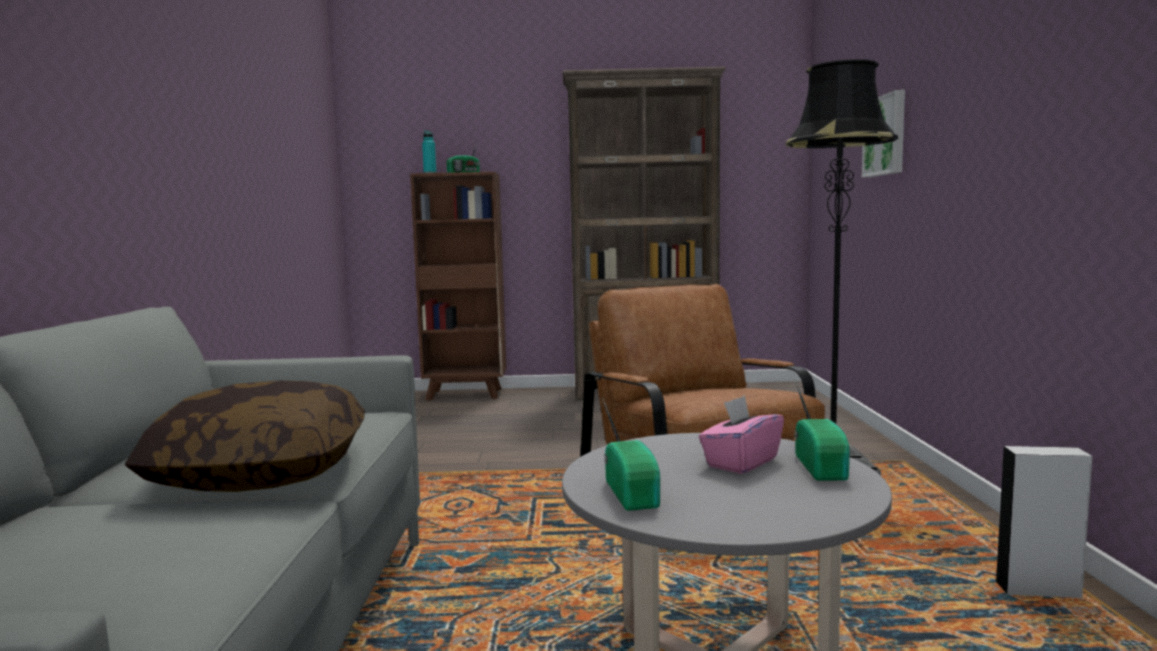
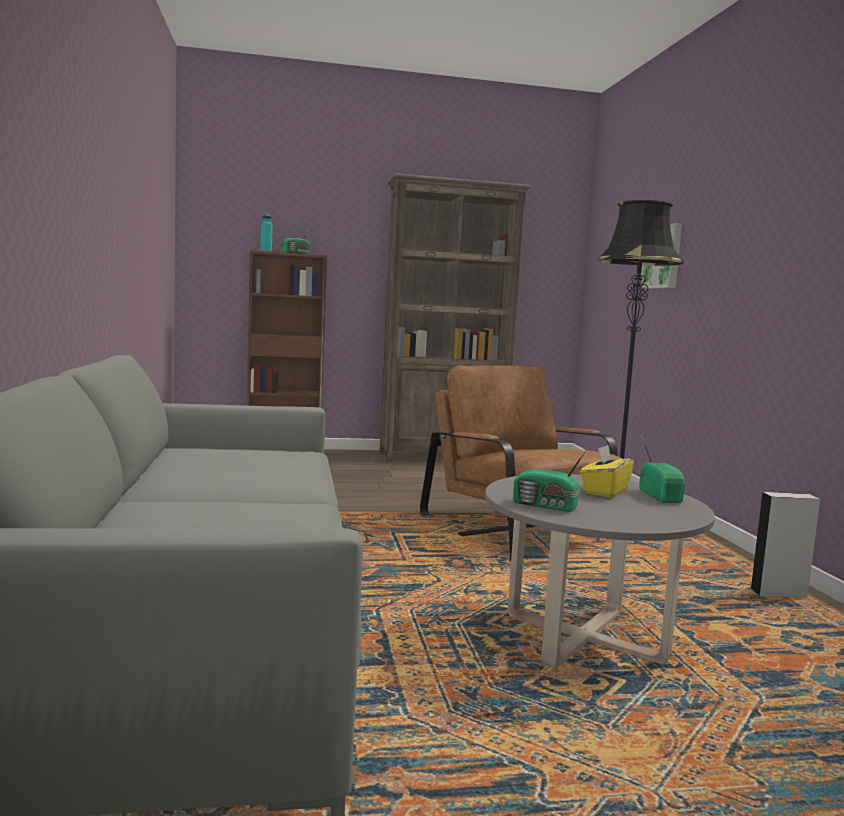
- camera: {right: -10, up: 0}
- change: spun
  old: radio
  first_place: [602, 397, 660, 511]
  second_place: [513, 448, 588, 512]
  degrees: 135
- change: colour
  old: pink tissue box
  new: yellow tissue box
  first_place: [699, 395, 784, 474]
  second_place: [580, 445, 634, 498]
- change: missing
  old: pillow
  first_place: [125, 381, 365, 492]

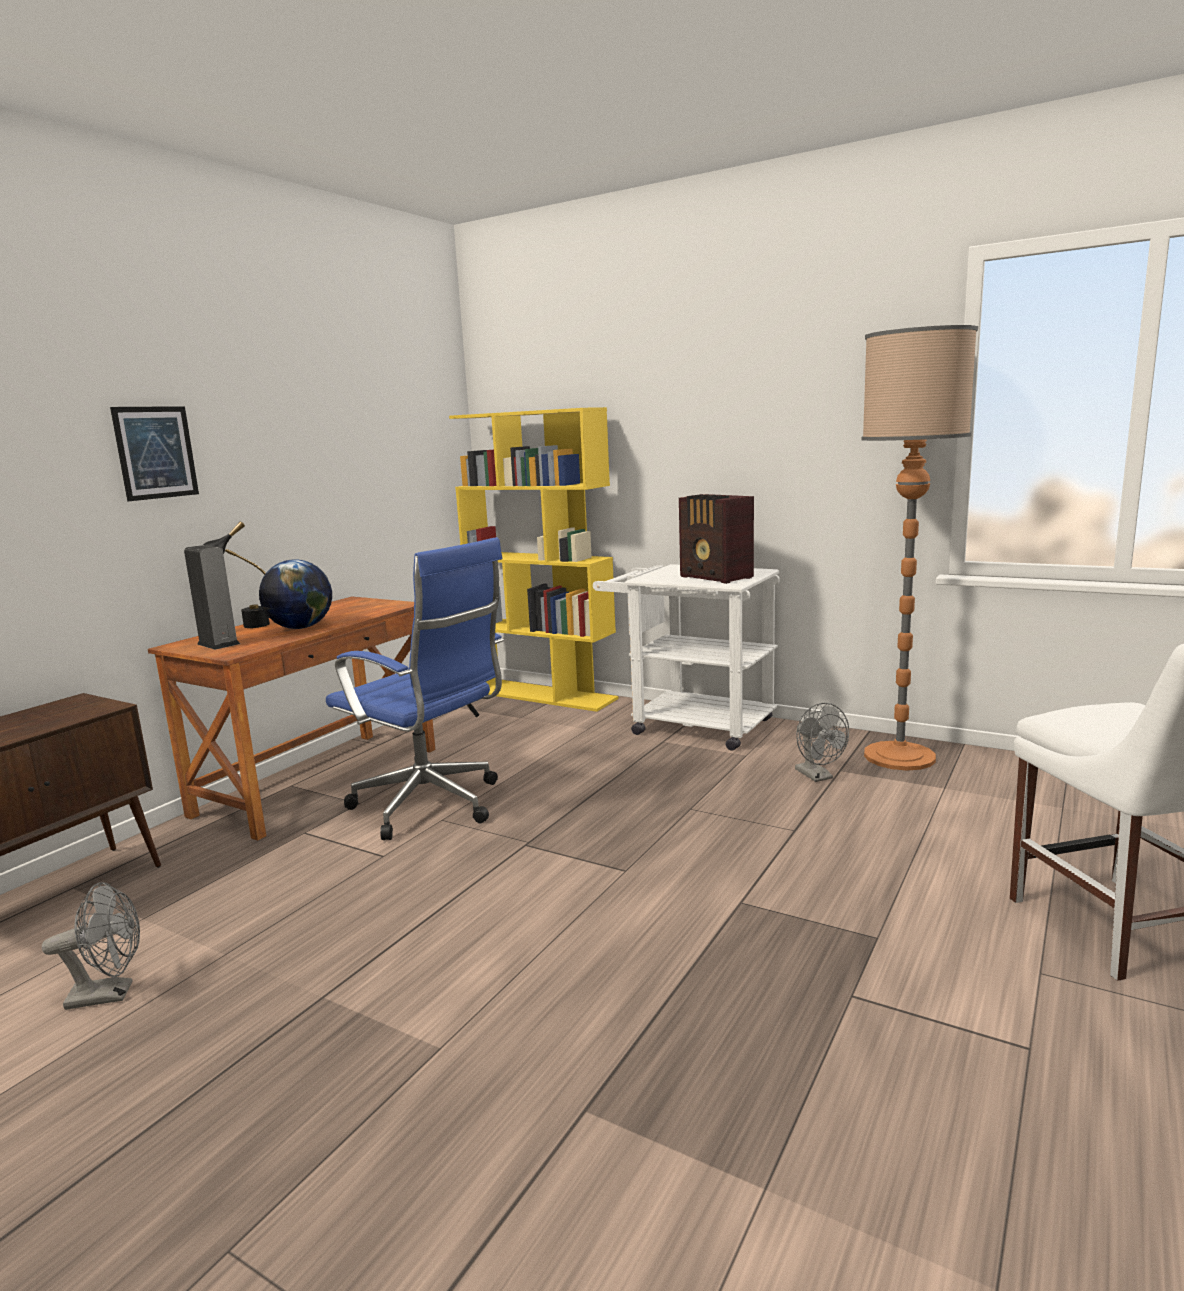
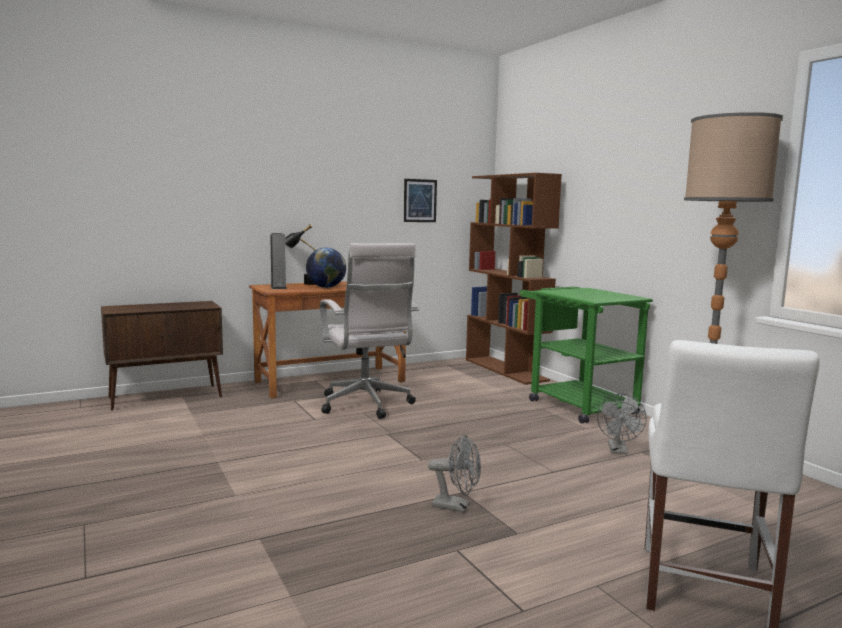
- camera: {right: 30, up: -5}
- change: colour
  old: blue office chair
  new: white office chair
  first_place: [326, 537, 504, 840]
  second_place: [320, 243, 419, 419]
- change: relocated
  old: picture
  first_place: [110, 406, 199, 501]
  second_place: [404, 179, 437, 222]
- change: relocated
  old: grey fan
  first_place: [42, 882, 140, 1010]
  second_place: [428, 434, 481, 512]
- change: colour
  old: yellow bookcase
  new: brown bookcase
  first_place: [449, 407, 618, 712]
  second_place: [466, 173, 562, 385]
- change: colour
  old: white cart
  new: green cart
  first_place: [593, 564, 780, 751]
  second_place: [520, 287, 653, 424]
- change: missing
  old: radio
  first_place: [679, 494, 754, 584]

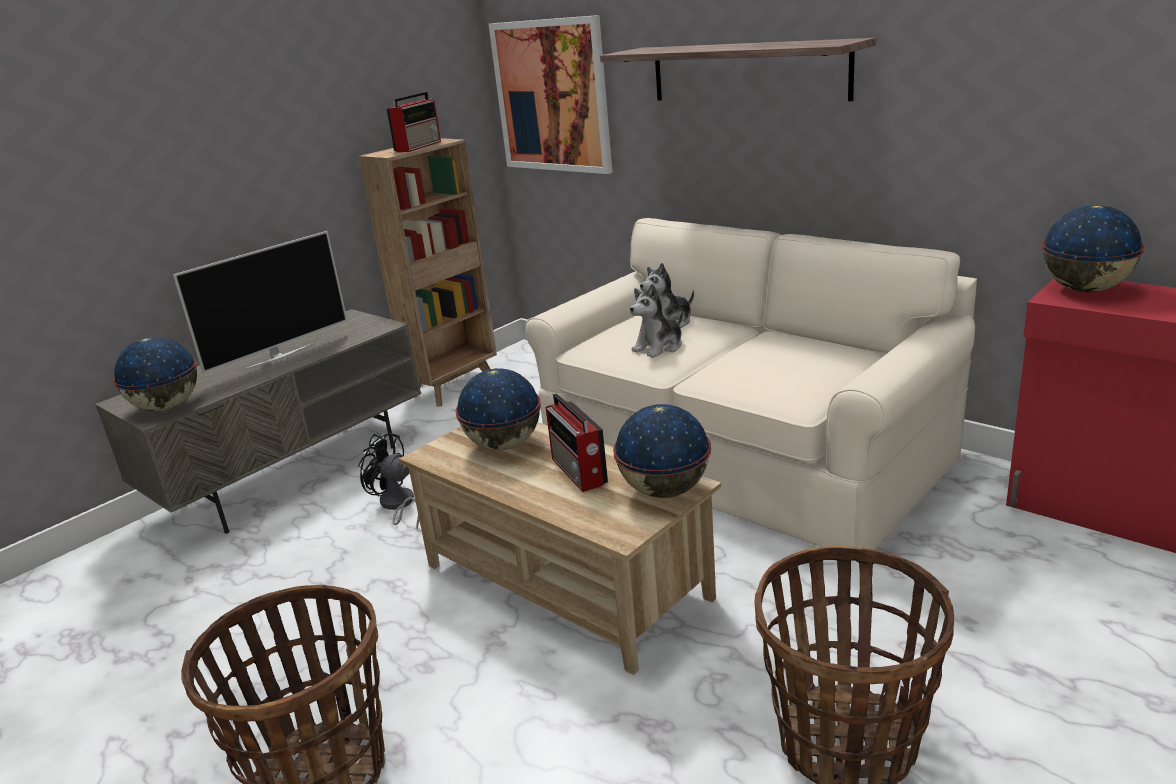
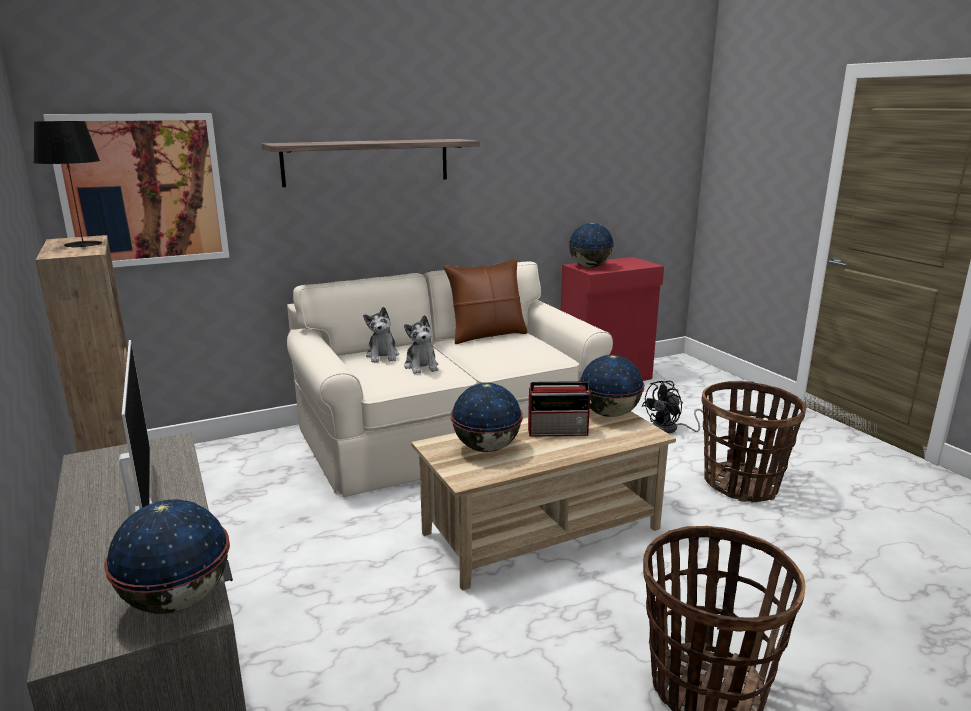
- camera: {right: -70, up: -5}
- change: exchanged
  old: radio
  new: black table lamp
  first_place: [387, 92, 441, 152]
  second_place: [33, 121, 102, 248]
- change: appeared
  new: brown pillow
  second_place: [443, 258, 528, 344]
- change: relocated
  old: black fan
  first_place: [358, 433, 419, 528]
  second_place: [642, 381, 705, 433]

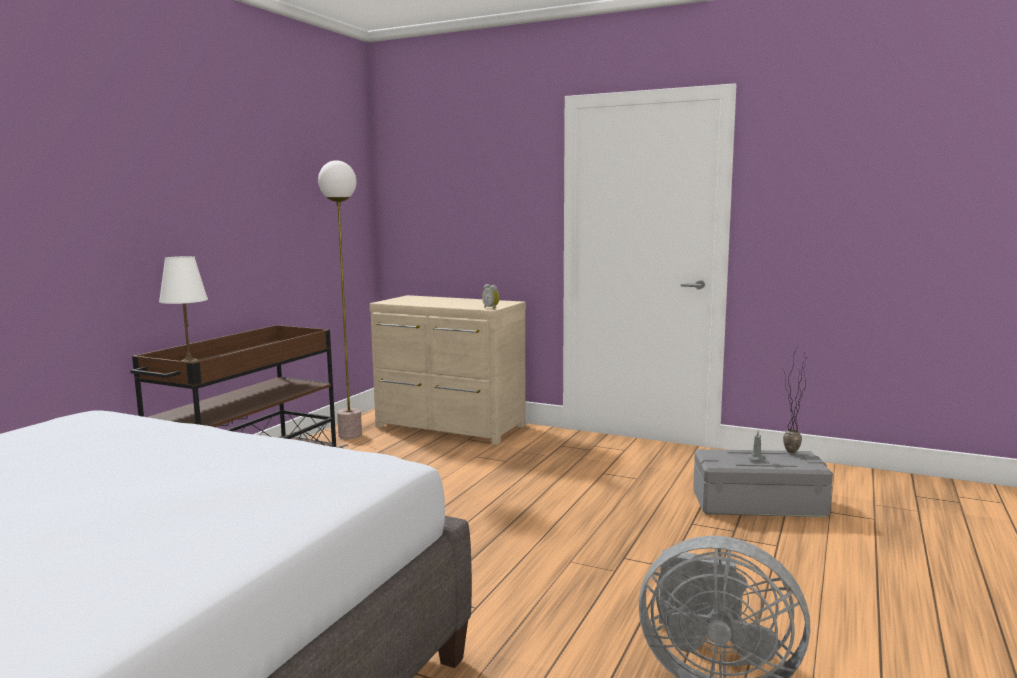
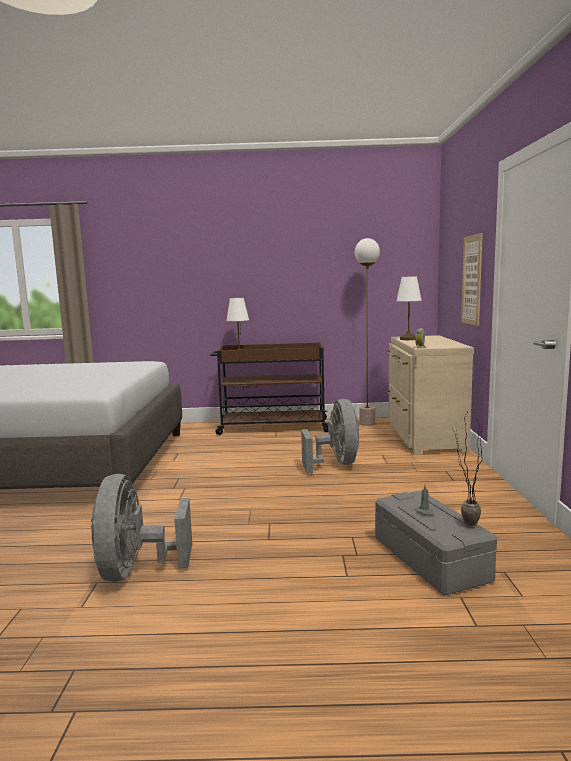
- camera: {right: 65, up: 0}
- change: appeared
  new: grey fan
  second_place: [301, 399, 359, 474]
- change: appeared
  new: white table lamp
  second_place: [396, 276, 422, 340]
- change: appeared
  new: picture
  second_place: [461, 233, 483, 326]

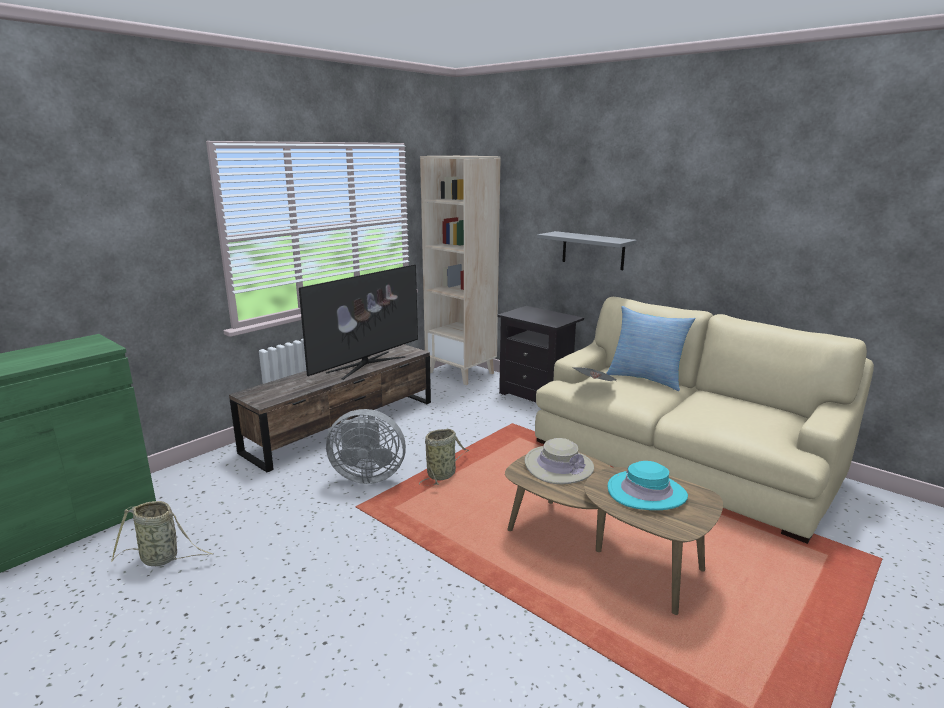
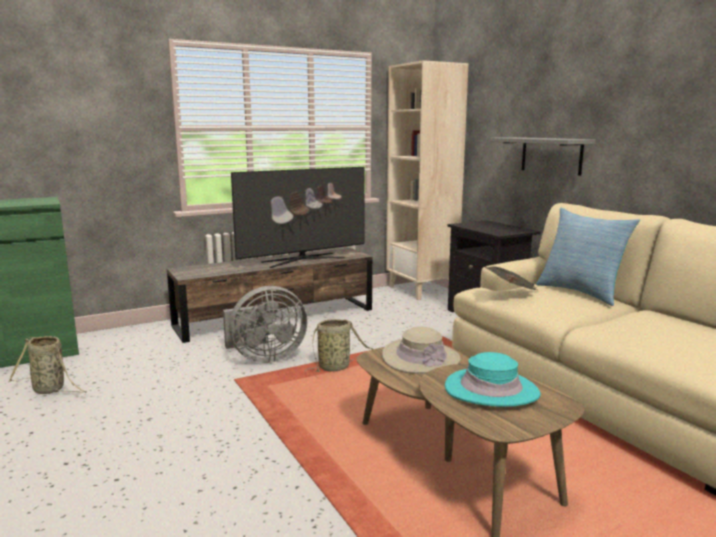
- camera: {right: 20, up: -5}
- change: spun
  old: grey fan
  first_place: [326, 409, 406, 484]
  second_place: [223, 286, 307, 363]
  degrees: -45

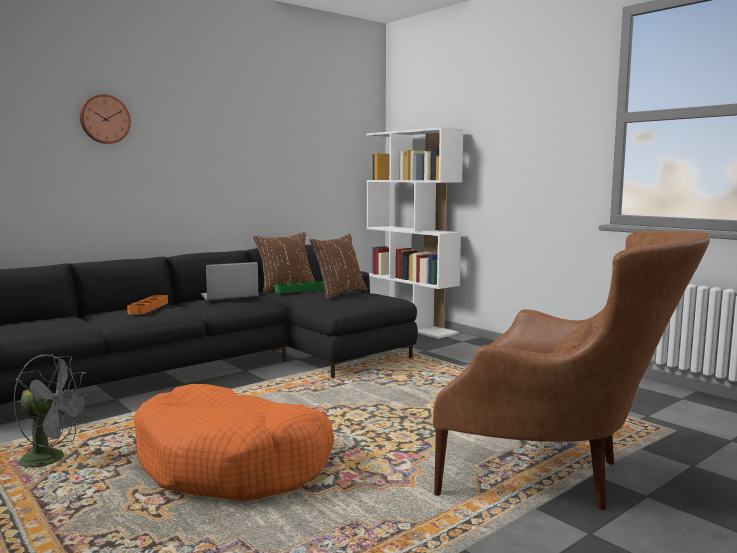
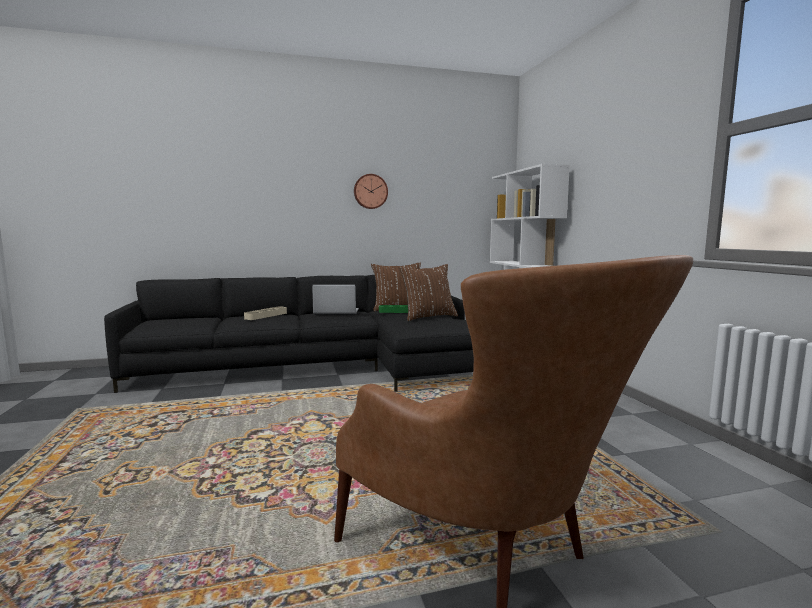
- camera: {right: 25, up: 0}
- change: colour
  old: orange tray
  new: beige tray
  first_place: [127, 295, 168, 315]
  second_place: [244, 306, 287, 320]
- change: relocated
  old: wall clock
  first_place: [80, 94, 131, 144]
  second_place: [354, 174, 388, 209]
- change: missing
  old: grey fan
  first_place: [13, 354, 91, 469]
- change: missing
  old: orange dog bed
  first_place: [134, 384, 334, 501]

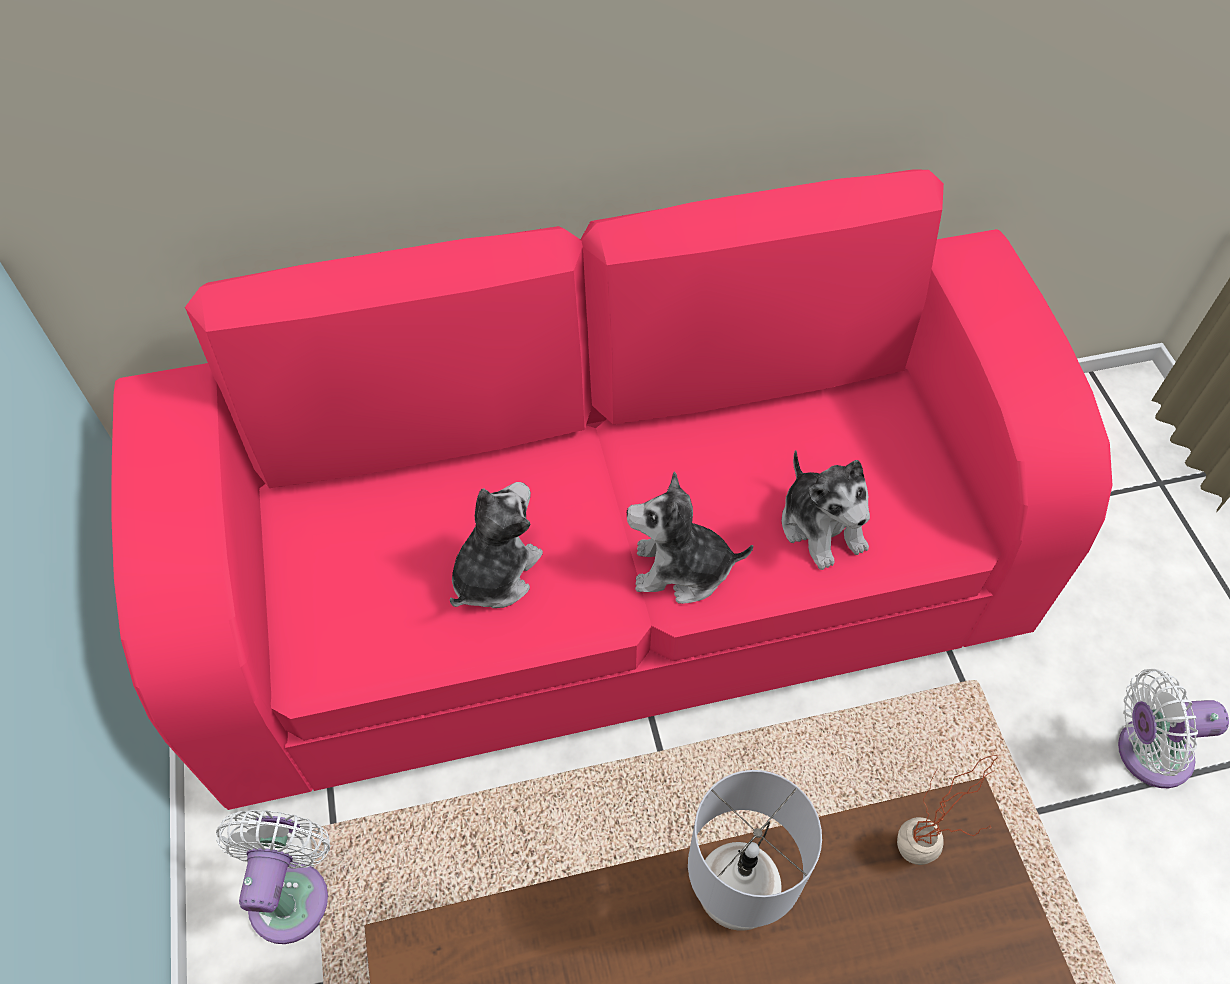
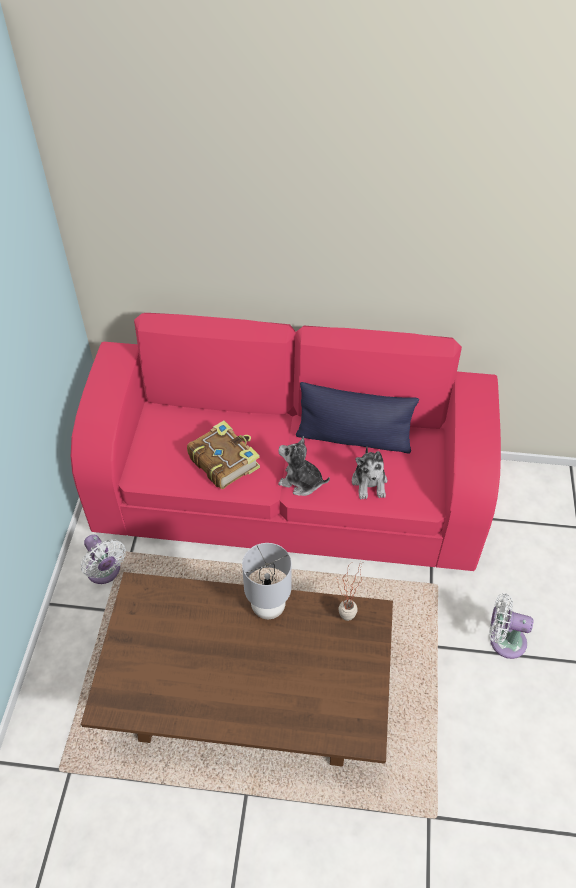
- camera: {right: 20, up: -5}
- change: spun
  old: white fan
  first_place: [216, 810, 330, 944]
  second_place: [81, 534, 126, 584]
  degrees: 120
- change: exchanged
  old: plush toy
  new: book
  first_place: [450, 482, 543, 608]
  second_place: [187, 420, 260, 489]
- change: appeared
  new: blue pillow
  second_place: [296, 382, 419, 454]

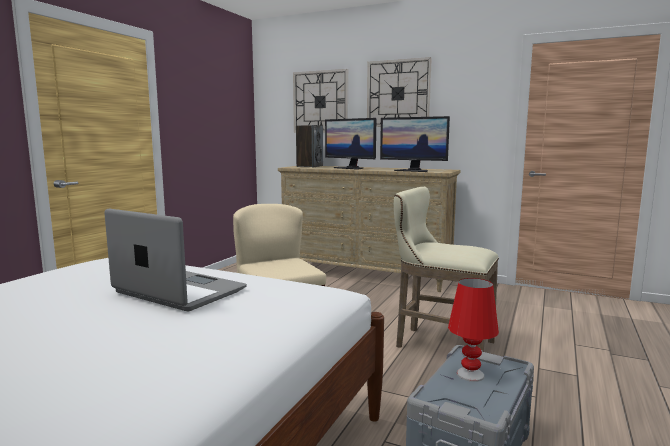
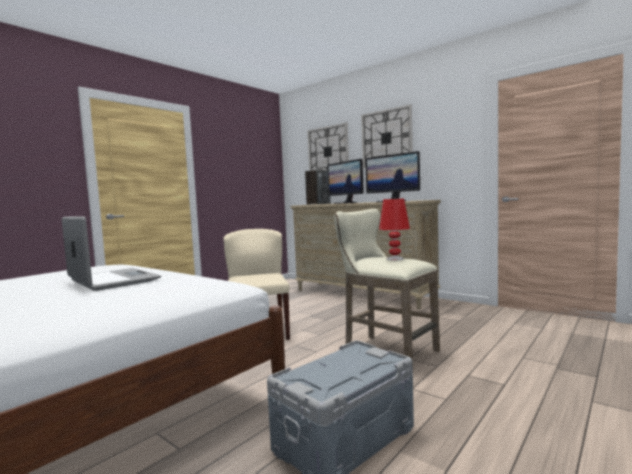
- camera: {right: 15, up: -5}
- change: relocated
  old: red table lamp
  first_place: [448, 278, 499, 382]
  second_place: [379, 198, 410, 260]

